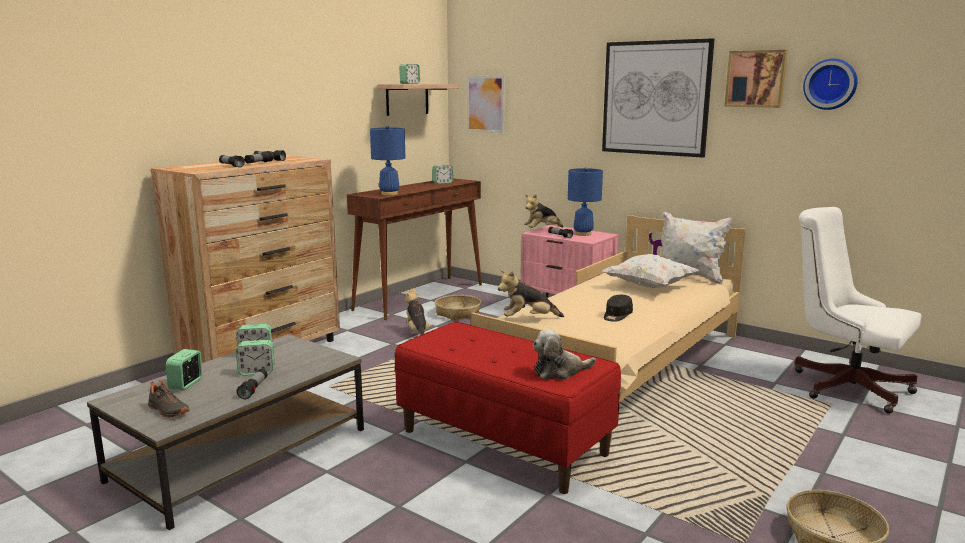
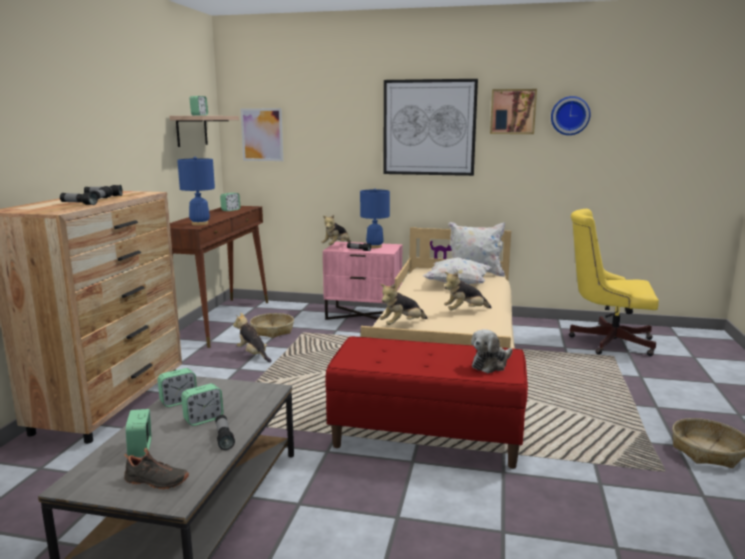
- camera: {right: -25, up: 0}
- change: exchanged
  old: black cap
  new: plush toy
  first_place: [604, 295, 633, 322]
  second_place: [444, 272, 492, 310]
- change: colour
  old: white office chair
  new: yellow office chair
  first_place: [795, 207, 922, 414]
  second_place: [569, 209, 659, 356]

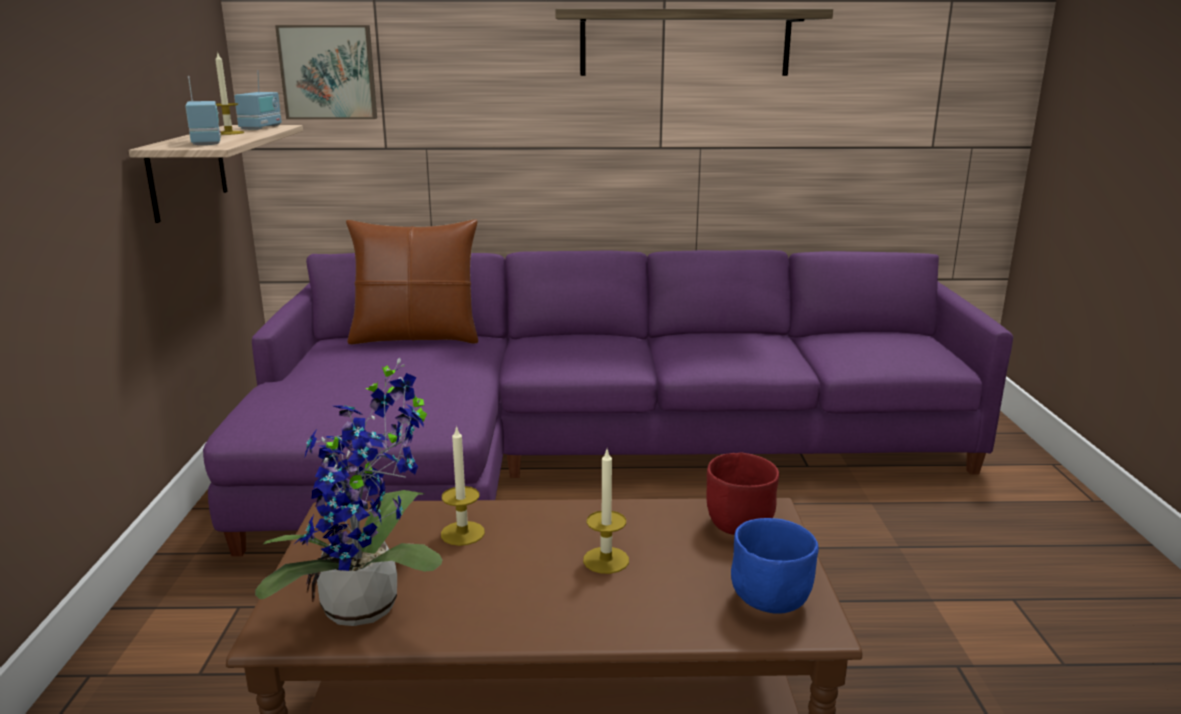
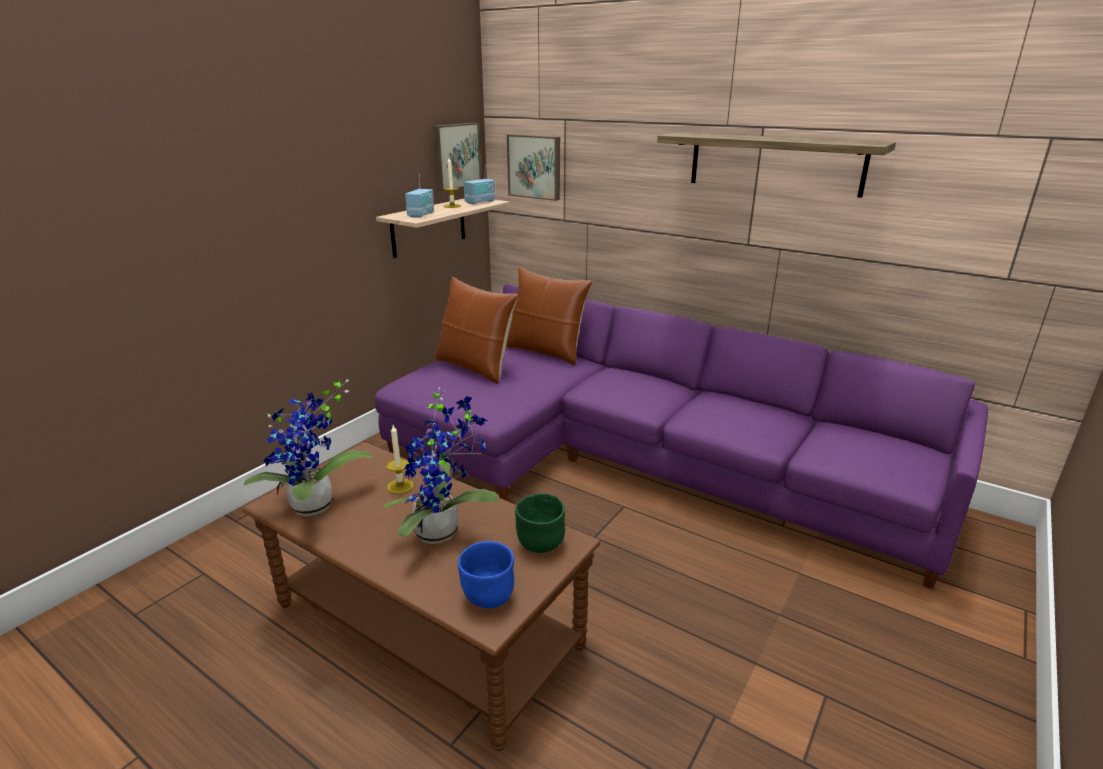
- camera: {right: 35, up: 5}
- change: exchanged
  old: candle
  new: potted plant
  first_place: [583, 450, 629, 574]
  second_place: [383, 387, 499, 544]
- change: appeared
  new: picture
  second_place: [433, 123, 482, 191]
- change: appeared
  new: brown pillow
  second_place: [435, 277, 518, 384]
- change: colour
  old: red bowl
  new: green bowl
  first_place: [707, 452, 779, 535]
  second_place: [515, 493, 565, 553]

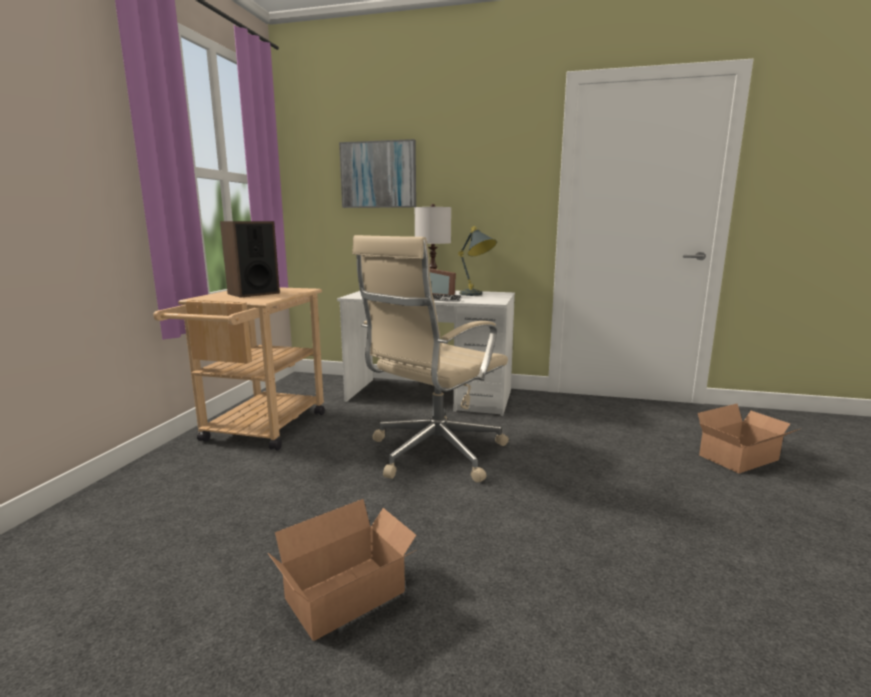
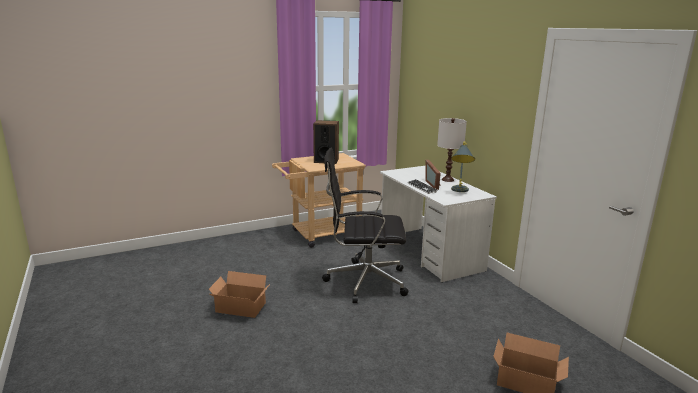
- camera: {right: 50, up: 5}
- change: colour
  old: beige office chair
  new: black office chair
  first_place: [352, 235, 509, 483]
  second_place: [322, 148, 408, 303]
- change: missing
  old: picture
  first_place: [339, 139, 416, 208]

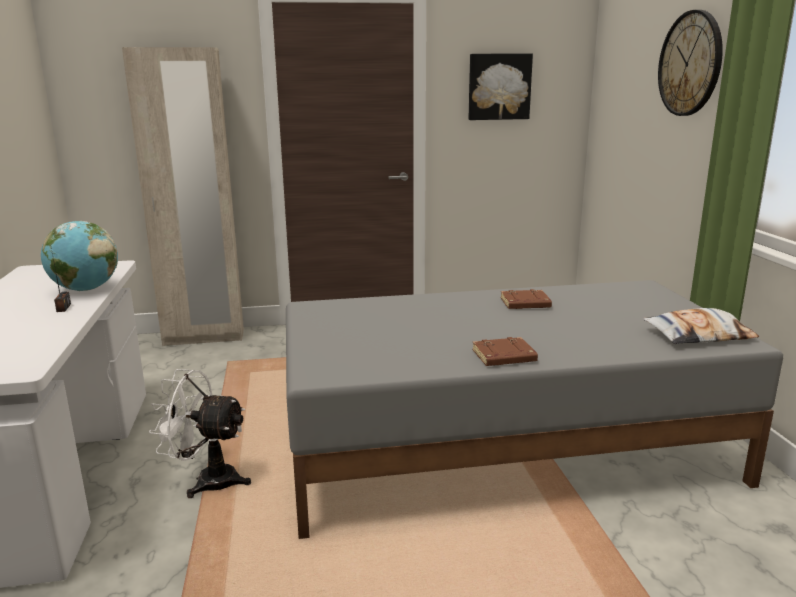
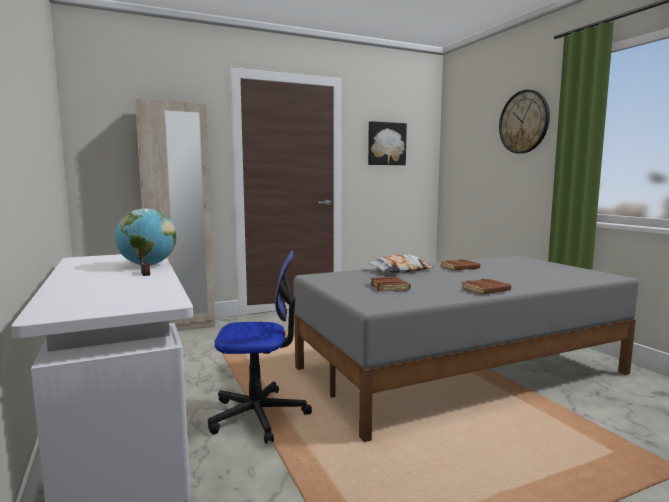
- camera: {right: -15, up: -10}
- change: exchanged
  old: white fan
  new: office chair
  first_place: [149, 369, 251, 498]
  second_place: [208, 250, 312, 444]
- change: relocated
  old: pillow
  first_place: [643, 308, 759, 344]
  second_place: [367, 254, 434, 273]
- change: appeared
  new: brown book
  second_place: [370, 276, 410, 292]

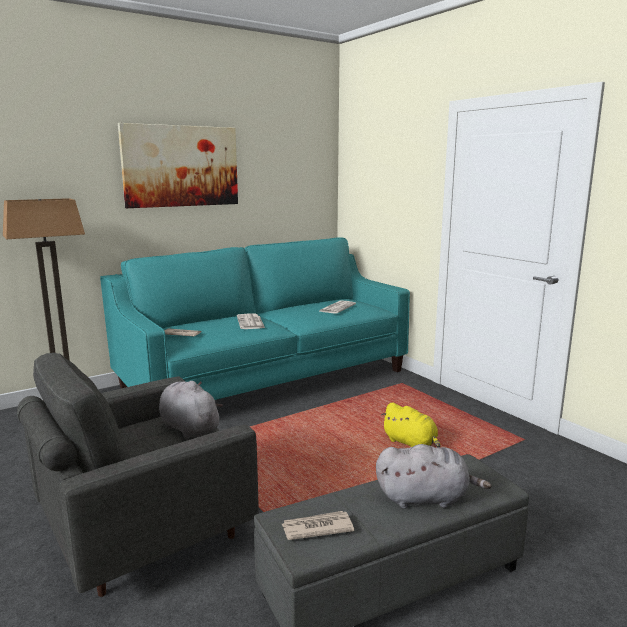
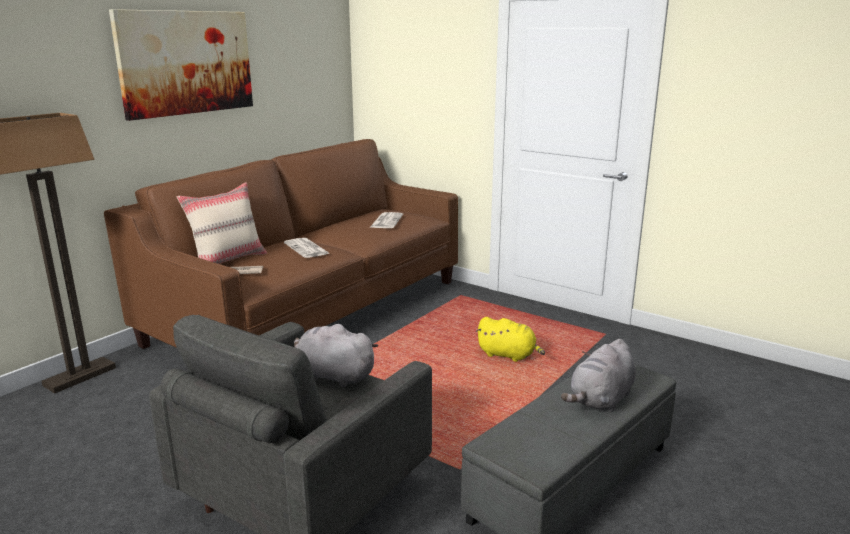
- camera: {right: -20, up: 5}
- change: colour
  old: turquoise sofa
  new: brown sofa
  first_place: [100, 237, 410, 400]
  second_place: [104, 139, 458, 349]
- change: appeared
  new: beige pillow
  second_place: [177, 182, 267, 264]
- change: spun
  old: grey plush toy
  first_place: [376, 444, 492, 509]
  second_place: [561, 339, 636, 412]
  degrees: 150
- change: missing
  old: newspaper
  first_place: [282, 511, 354, 540]

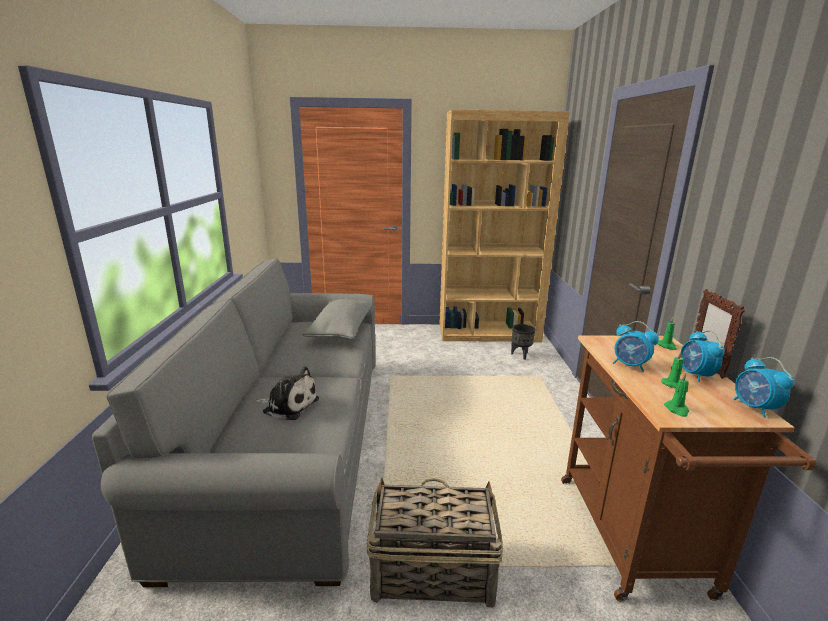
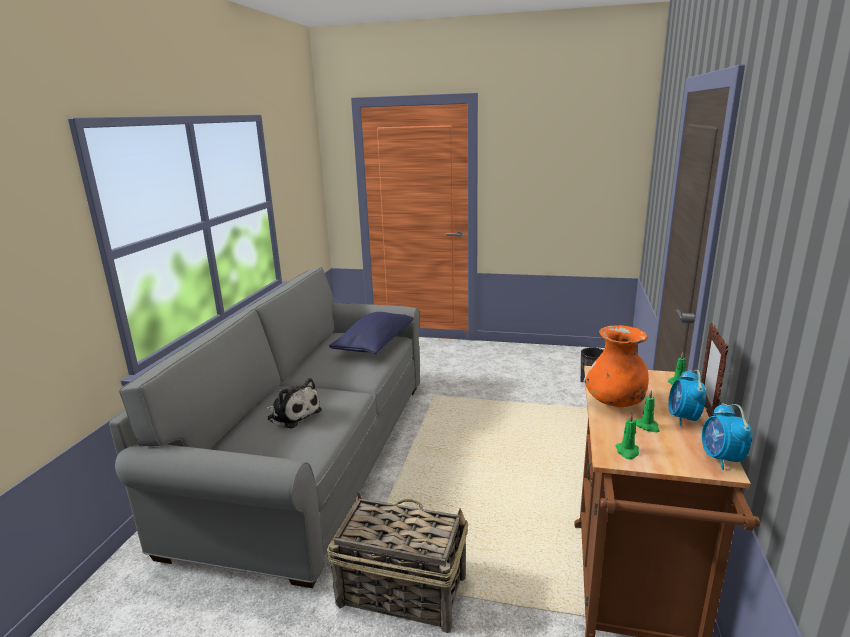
- camera: {right: 15, up: 0}
- change: colour
  old: grey pillow
  new: blue pillow
  first_place: [302, 299, 372, 339]
  second_place: [329, 312, 413, 354]
- change: exchanged
  old: alarm clock
  new: orange vase
  first_place: [613, 321, 659, 372]
  second_place: [585, 325, 649, 407]
- change: missing
  old: brown bookcase
  first_place: [439, 109, 570, 342]

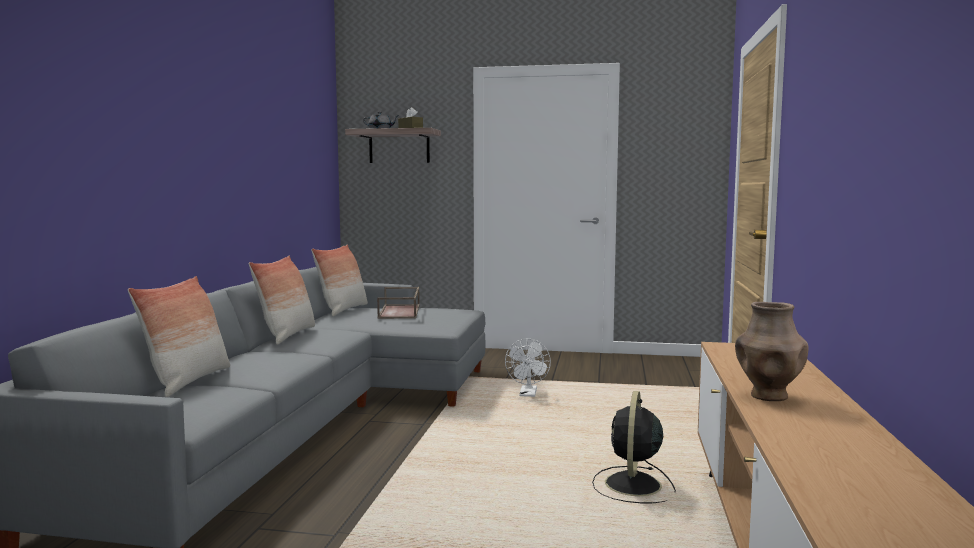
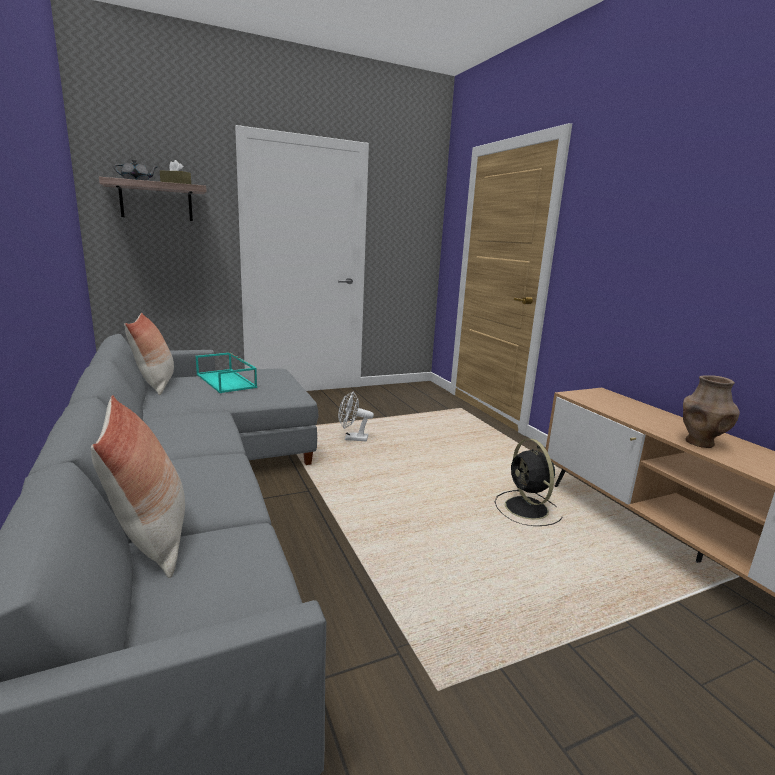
- camera: {right: -35, up: 10}
- change: colour
  old: brown tray
  new: turquoise tray
  first_place: [377, 287, 420, 319]
  second_place: [196, 352, 257, 393]
- change: spun
  old: white fan
  first_place: [505, 338, 551, 397]
  second_place: [338, 391, 374, 442]
  degrees: 120
- change: missing
  old: pillow
  first_place: [249, 256, 315, 345]

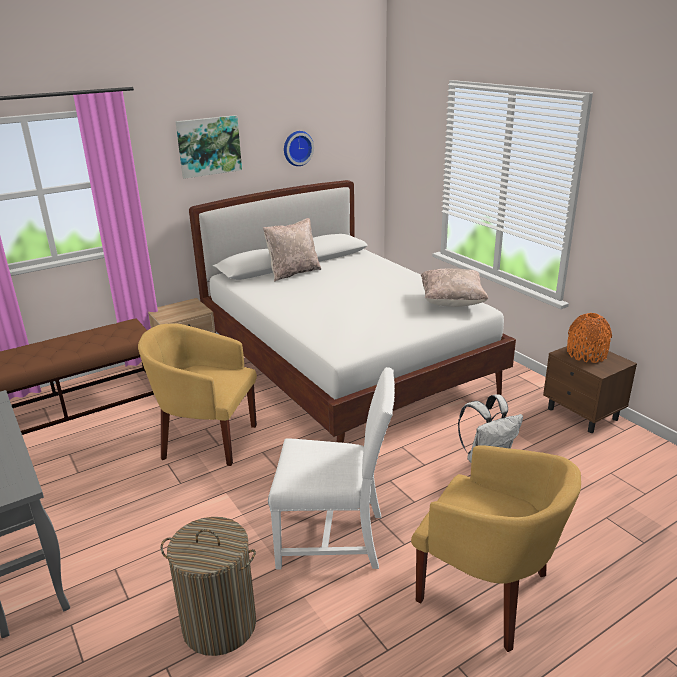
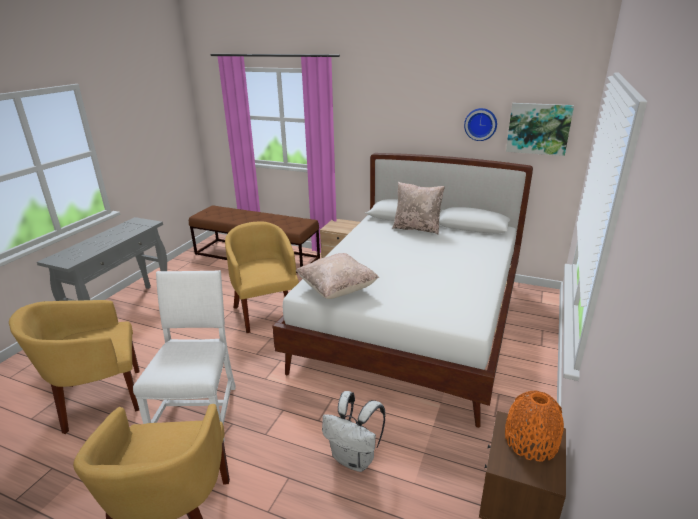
- camera: {right: 55, up: 0}
- change: exchanged
  old: laundry basket
  new: yellow armchair
  first_place: [161, 517, 256, 656]
  second_place: [9, 300, 139, 434]
- change: spun
  old: white chair
  first_place: [268, 367, 395, 570]
  second_place: [133, 270, 236, 441]
  degrees: -150
- change: relocated
  old: beige pillow
  first_place: [421, 268, 488, 307]
  second_place: [296, 253, 379, 299]
- change: relocated
  old: picture
  first_place: [175, 115, 242, 179]
  second_place: [506, 103, 574, 156]

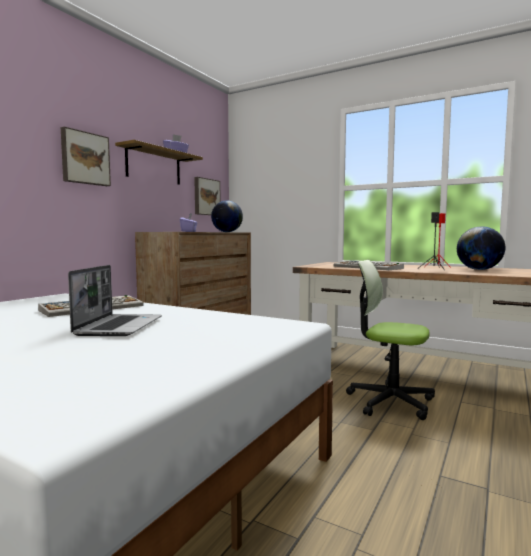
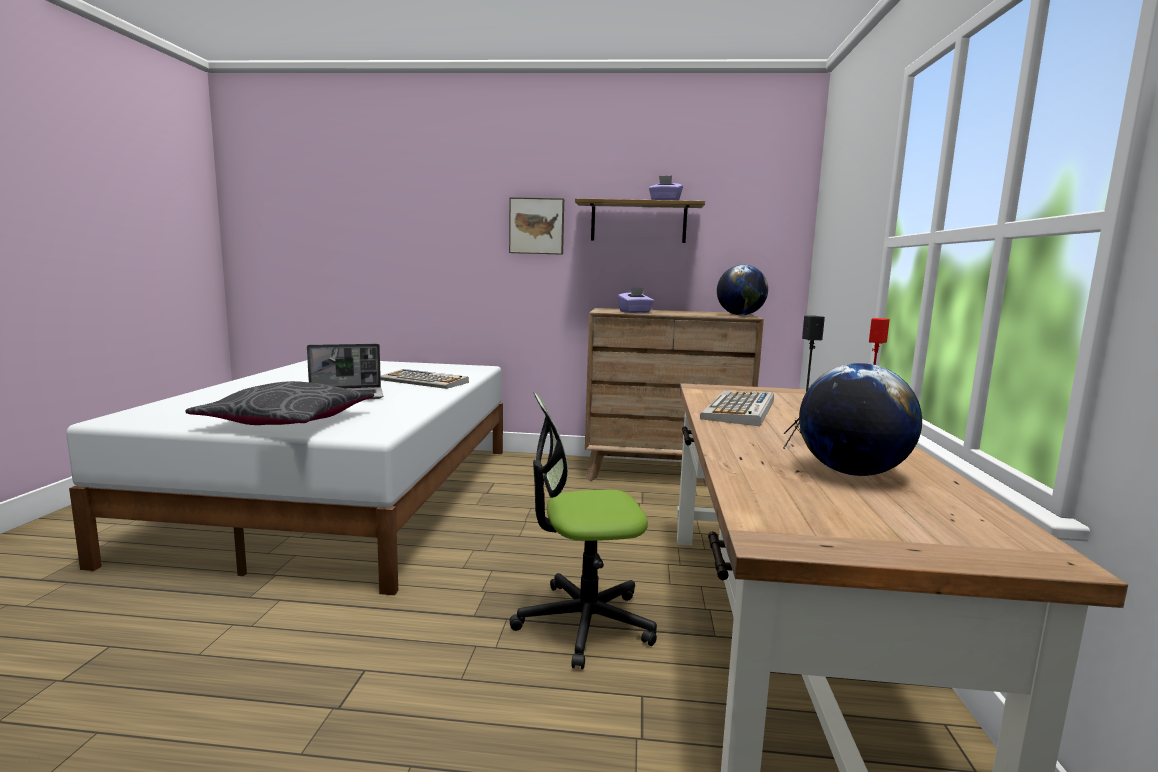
- camera: {right: 65, up: 5}
- change: appeared
  new: grey pillow
  second_place: [185, 381, 374, 425]
- change: spun
  old: office chair
  first_place: [346, 260, 435, 420]
  second_place: [509, 392, 657, 669]
  degrees: -105
- change: missing
  old: picture
  first_place: [194, 177, 221, 215]

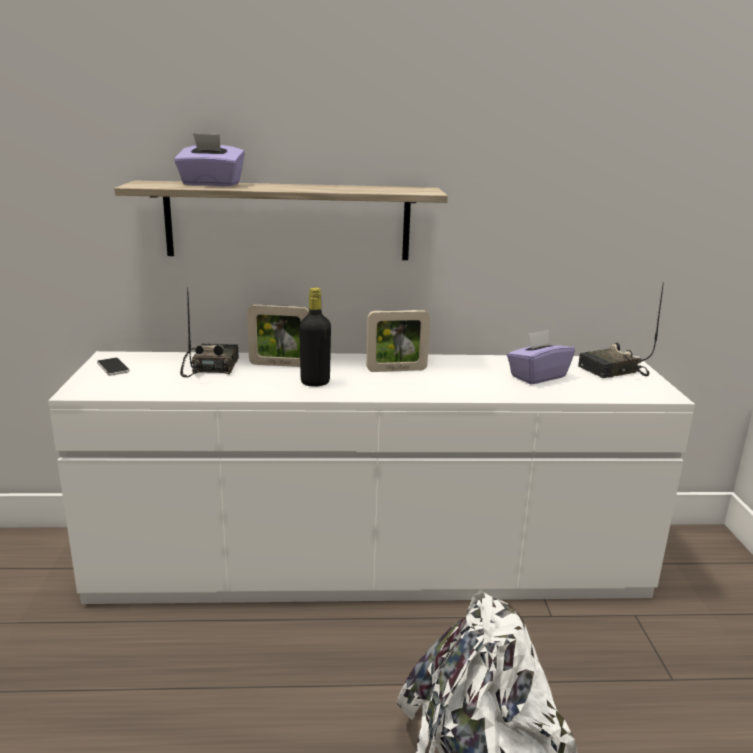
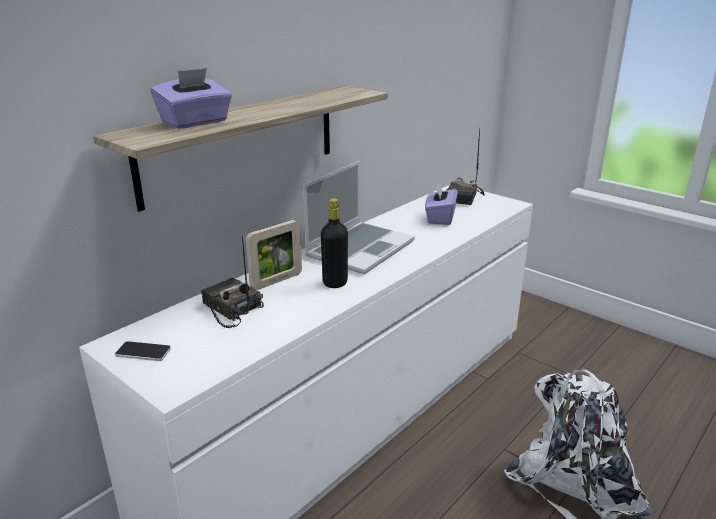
- camera: {right: -45, up: 5}
- change: exchanged
  old: picture frame
  new: laptop
  first_place: [366, 310, 430, 372]
  second_place: [303, 161, 415, 274]

